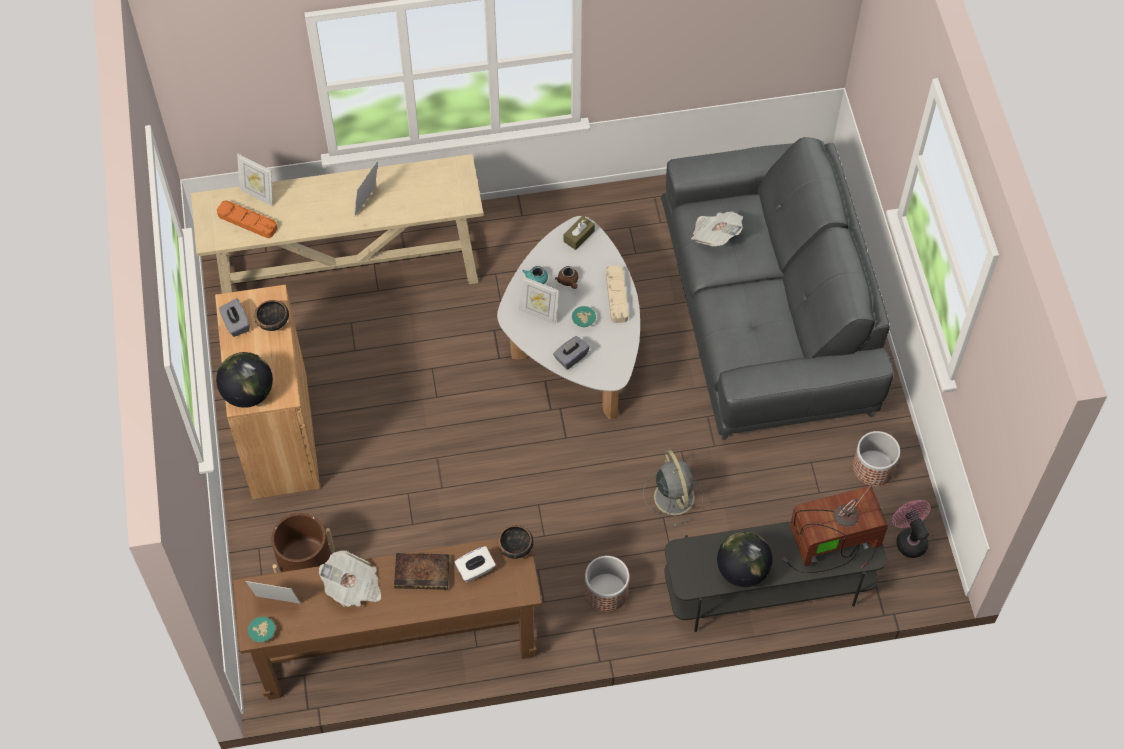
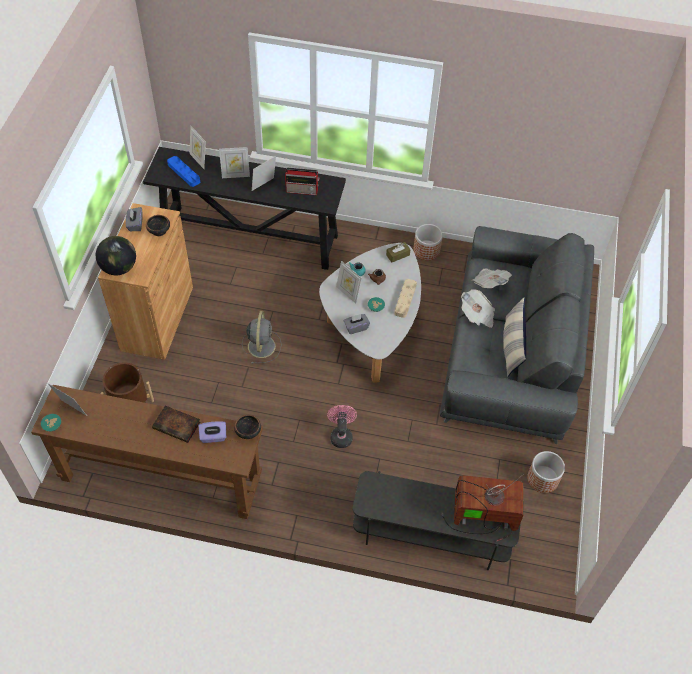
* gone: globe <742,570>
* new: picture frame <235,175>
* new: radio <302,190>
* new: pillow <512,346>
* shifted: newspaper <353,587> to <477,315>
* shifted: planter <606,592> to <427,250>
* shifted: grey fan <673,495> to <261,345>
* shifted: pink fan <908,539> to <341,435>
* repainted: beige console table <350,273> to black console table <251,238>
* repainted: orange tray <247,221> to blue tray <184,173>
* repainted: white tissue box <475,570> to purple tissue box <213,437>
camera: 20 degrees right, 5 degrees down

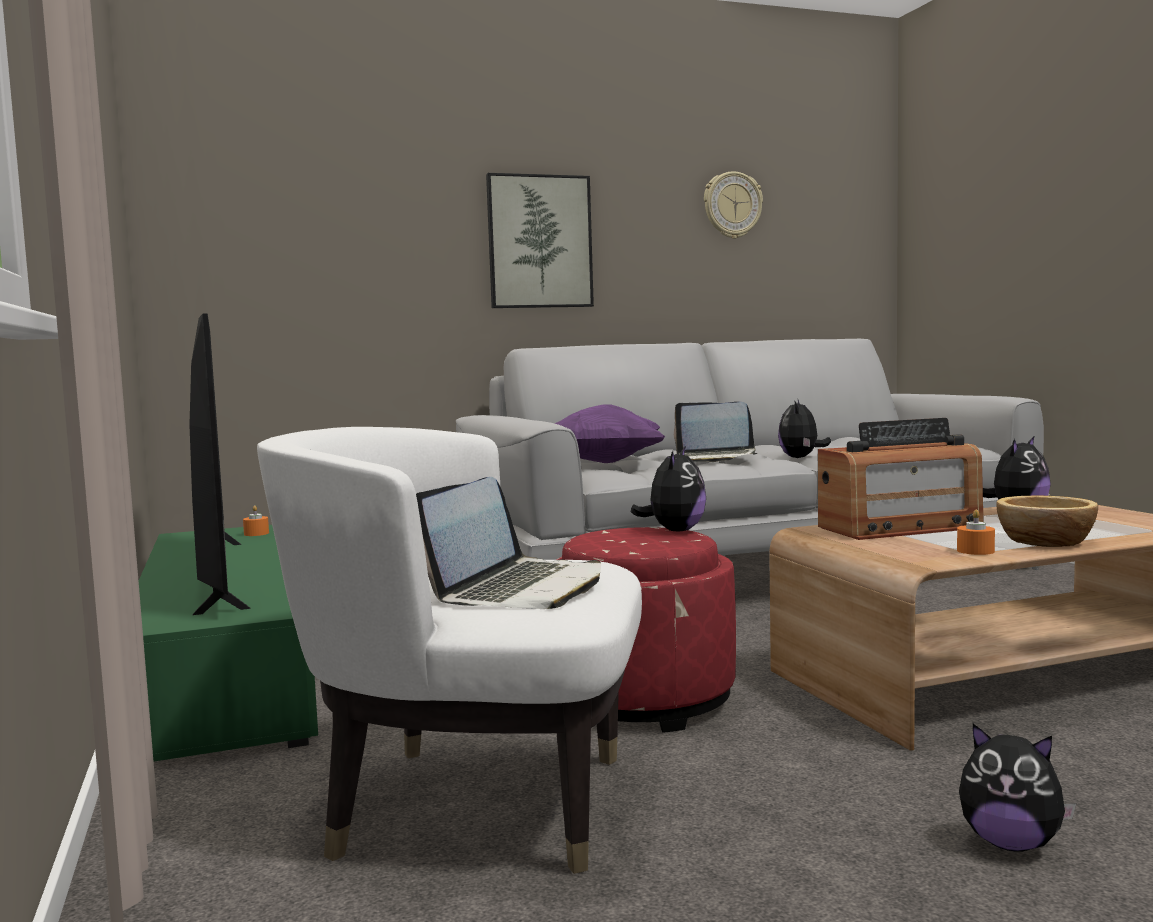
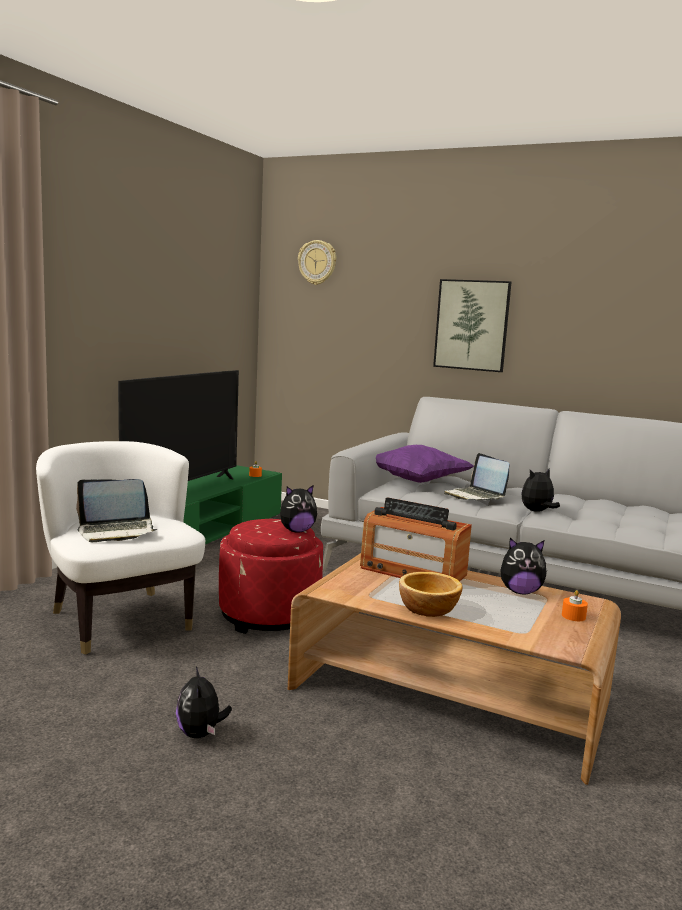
* shifted: wall clock <732,205> to <317,262>
* shifted: orange candle <975,551> to <573,616>
camera: 45 degrees right, 5 degrees up

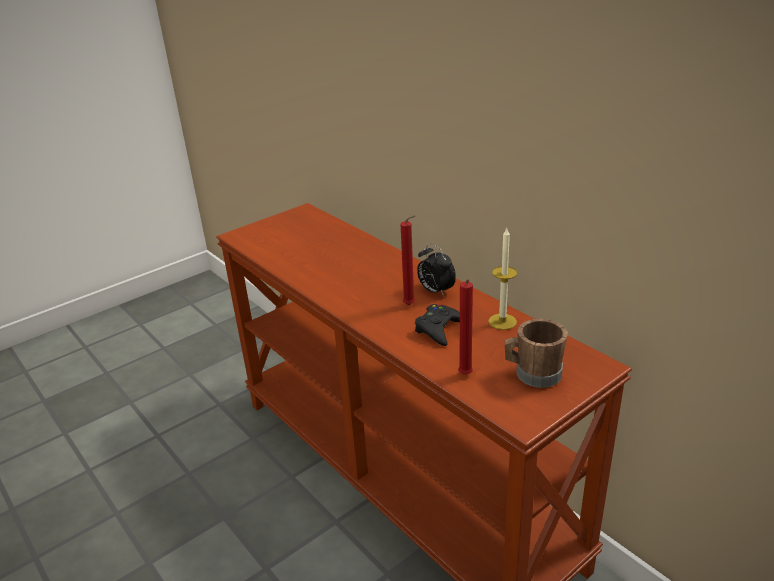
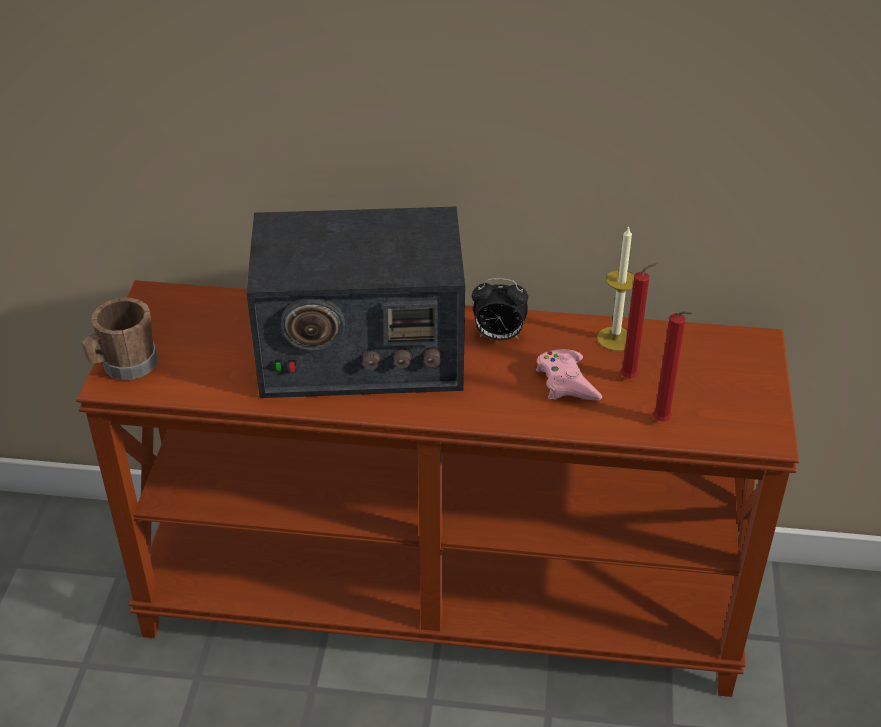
* new: radio <359,352>
* shifted: red candle <410,305> to <631,378>
* shifted: brown mug <533,374> to <124,366>
* repainted: black game controller <439,329> to pink game controller <566,382>
camera: 45 degrees left, 10 degrees up

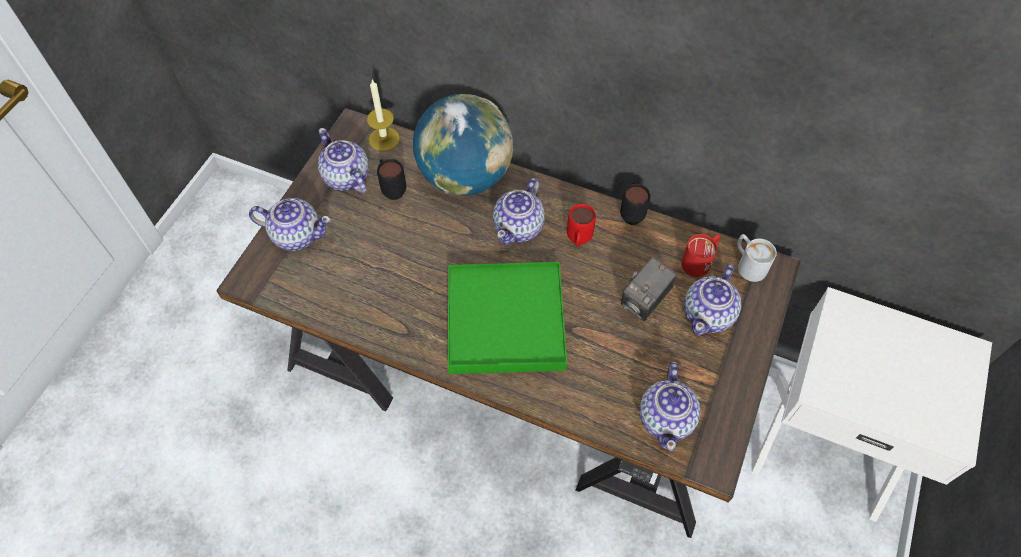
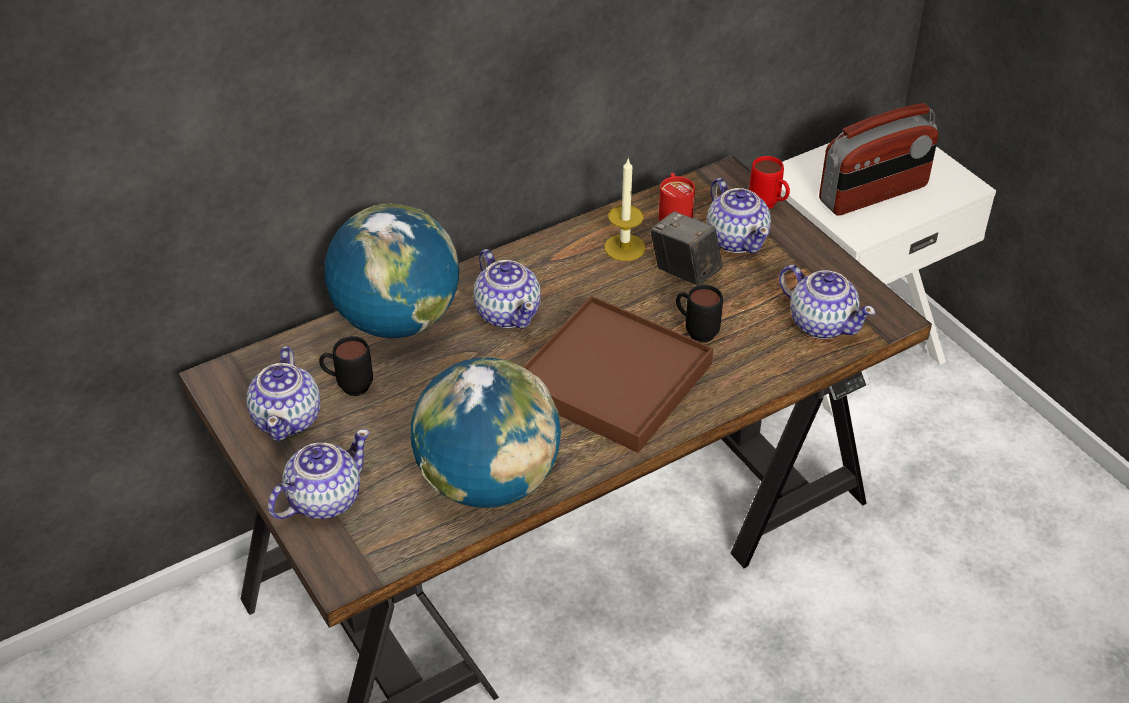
* gone: white mug <748,264>
* new: globe <488,482>
* new: radio <873,194>
* shifted: candle <384,139> to <624,247>
* shifted: red mug <578,242> to <768,206>
* shifted: black mug <631,213> to <695,331>
* repainted: green tray <506,321> to brown tray <614,379>
* rotated: teapot <346,178> = <288,418> 90 degrees counterclockwise
* rotated: photo camera <644,302> = <684,272> 150 degrees clockwise
camera: 55 degrees left, 15 degrees down

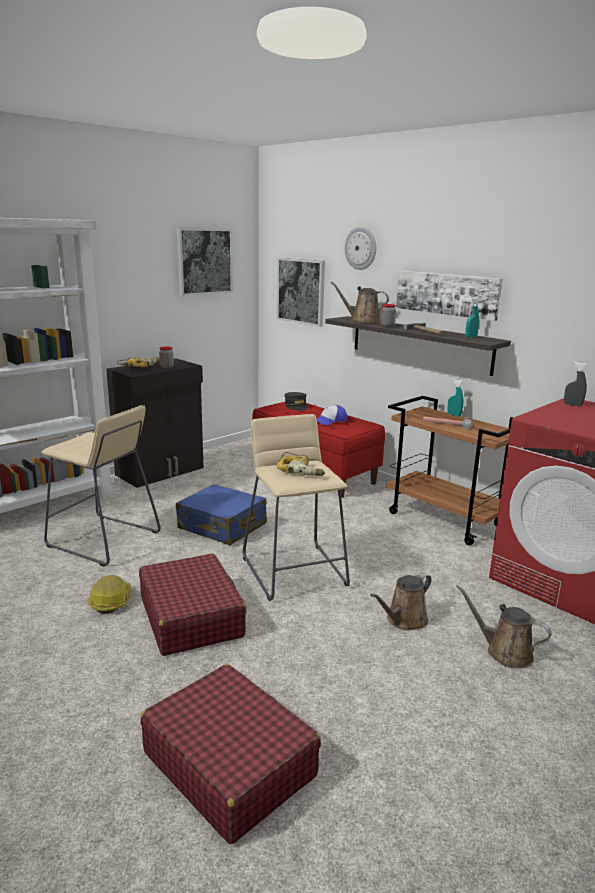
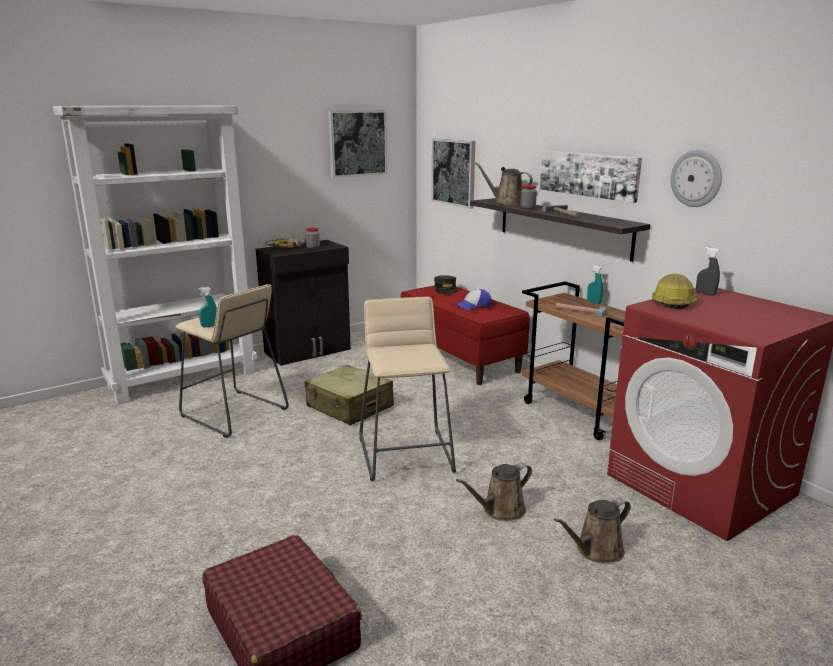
* gone: red suitcase <191,617>
* gone: power drill <302,470>
* shifted: hard hat <111,601> to <671,302>
* shifted: wall clock <361,248> to <696,178>
* shifted: turquoise spray bottle <471,337> to <209,326>
* repainted: blue suitcase <222,526> to beige suitcase <349,407>
* rotated: brown watering can <504,652> = <596,550> 75 degrees counterclockwise
camera: 10 degrees right, 0 degrees up

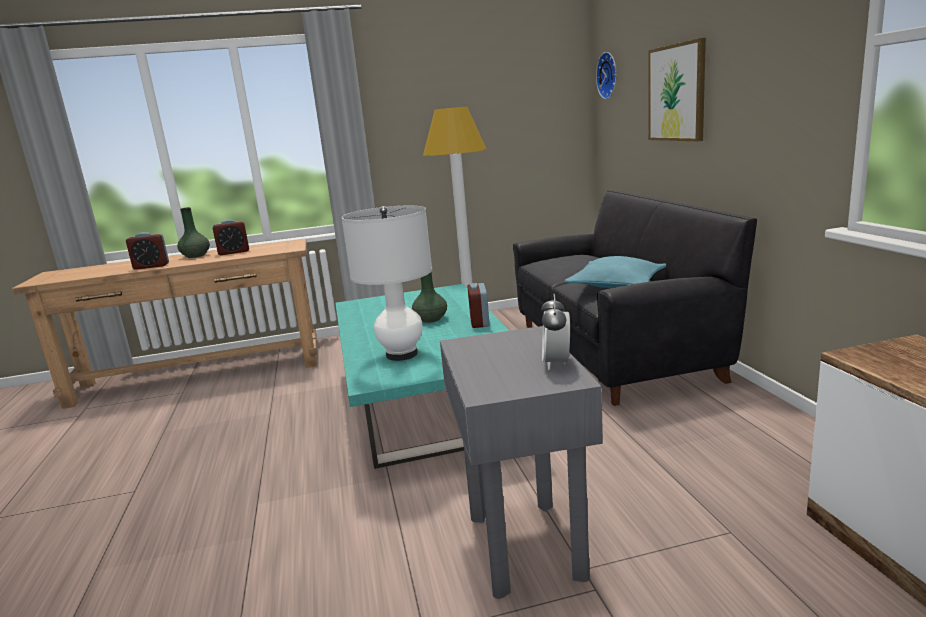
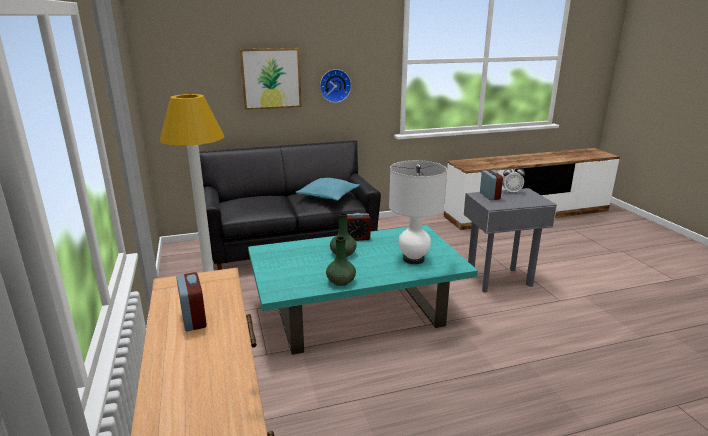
* shifted: alarm clock <151,266> to <489,196>
* shifted: green vase <196,256> to <340,281>
* shifted: wall clock <609,75> to <334,85>
camera: 95 degrees left, 5 degrees up

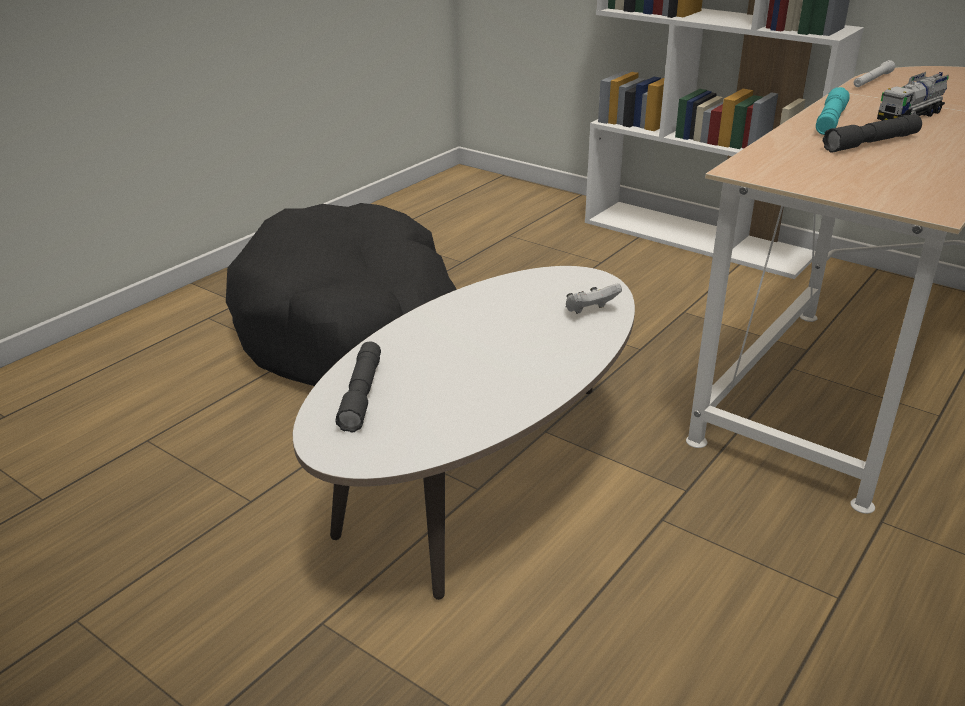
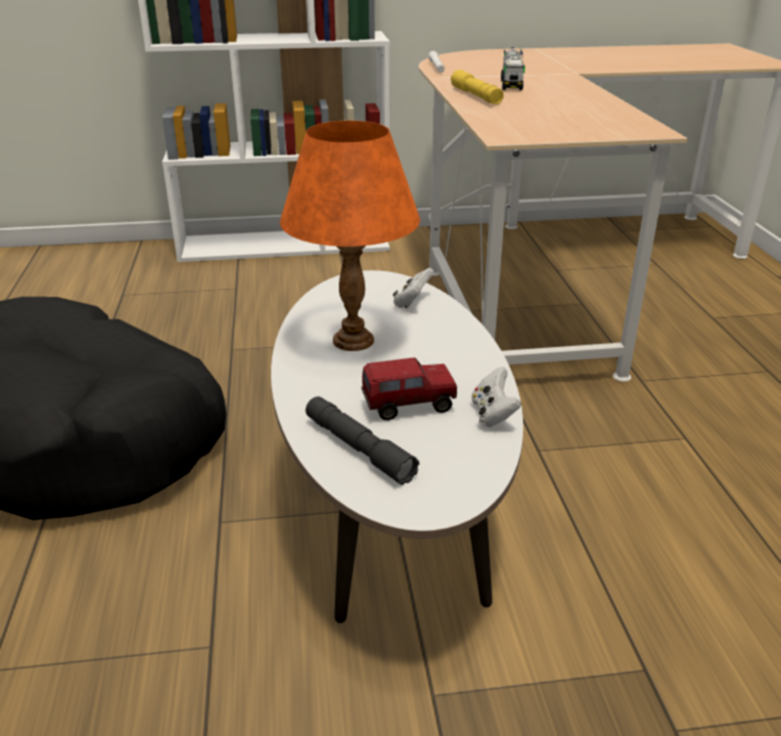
* gone: grey flashlight <871,143>
* new: orange table lamp <353,341>
* new: toy truck <408,407>
* new: white game controller <493,414>
* repainted: turquoise flashlight <830,121> to yellow flashlight <476,96>
camera: 45 degrees left, 0 degrees up

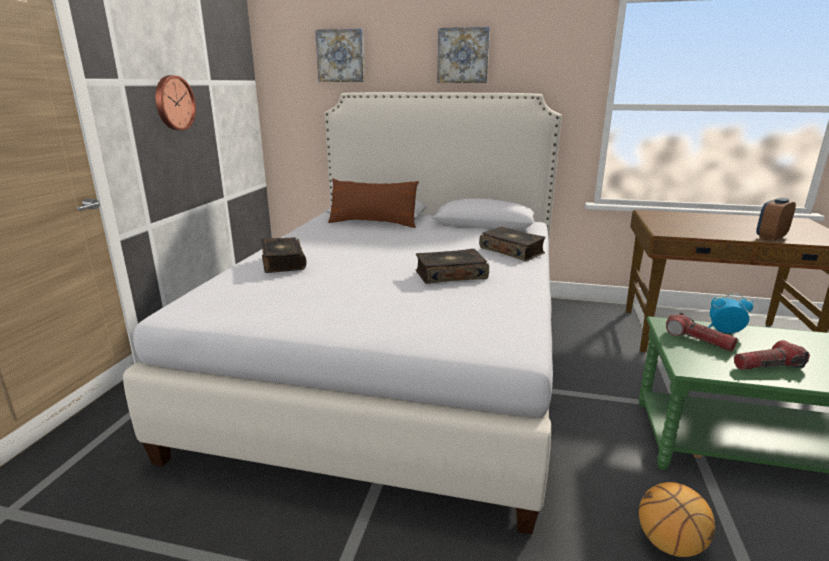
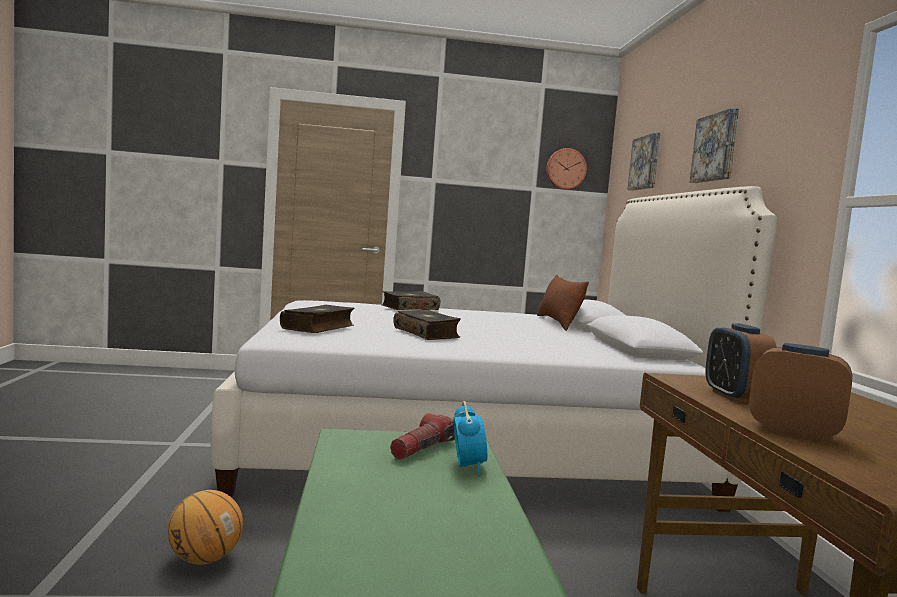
* gone: flashlight <767,366>
* new: alarm clock <734,397>
* shifted: wall clock <173,103> to <565,169>
* shifted: book <512,251> to <319,327>
camera: 70 degrees right, 15 degrees down

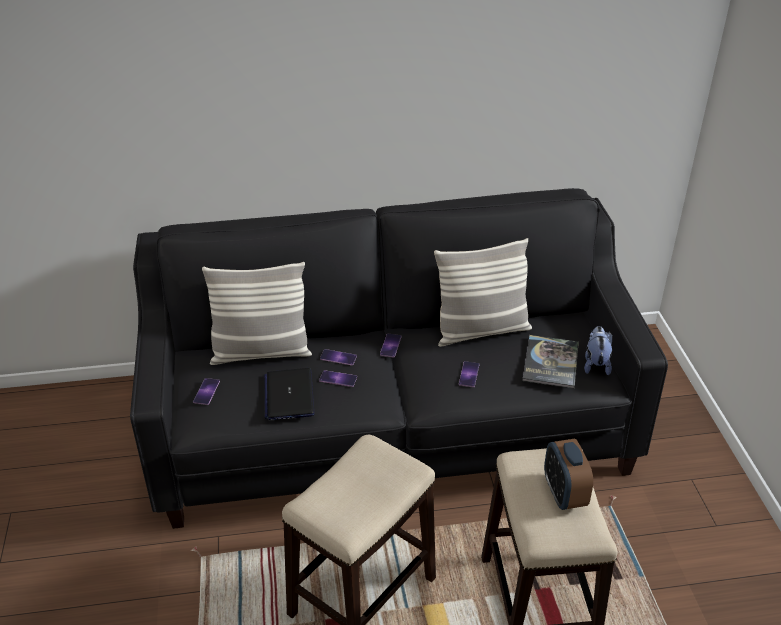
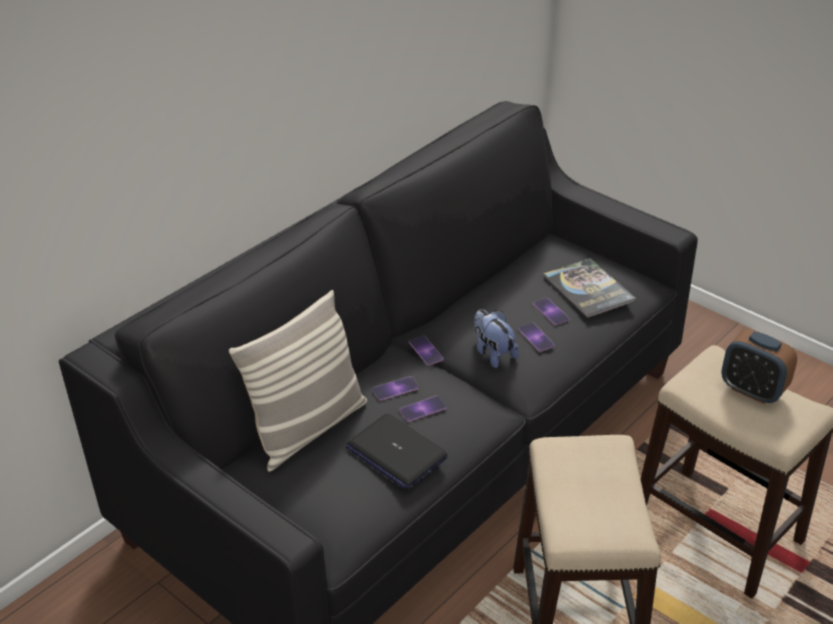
* gone: pillow <481,331>
* shifted: phone <206,391> to <550,311>
* shifted: plush toy <596,364> to <493,353>
camera: 40 degrees left, 0 degrees up

